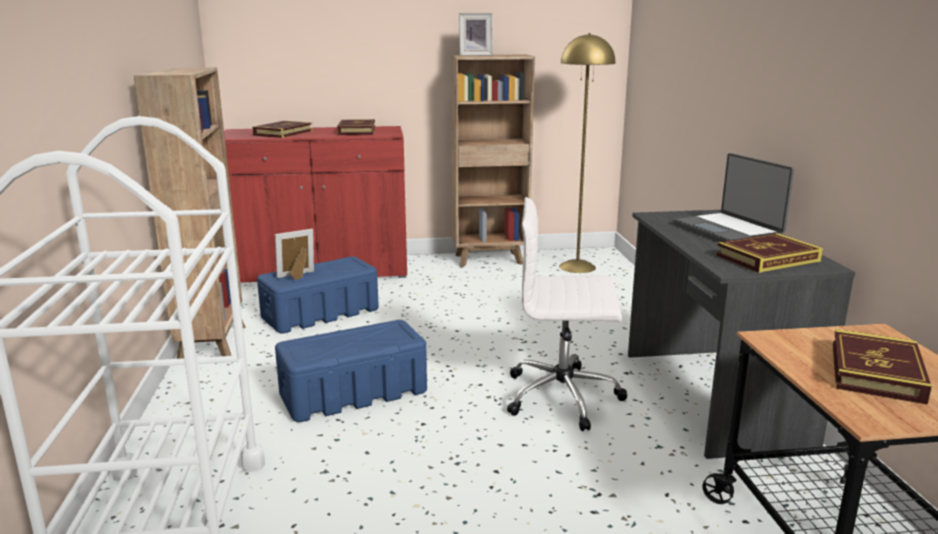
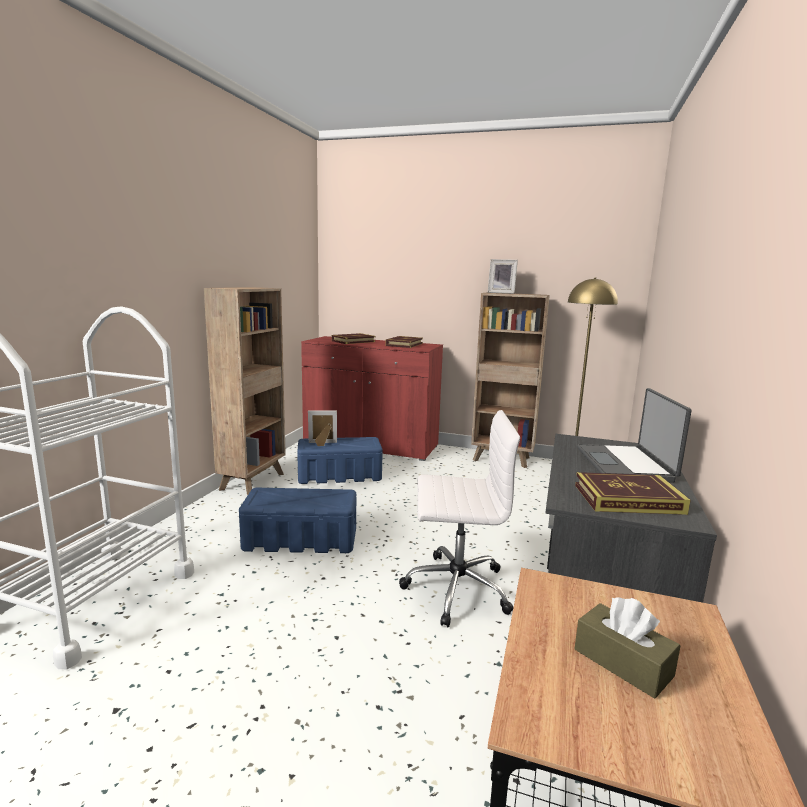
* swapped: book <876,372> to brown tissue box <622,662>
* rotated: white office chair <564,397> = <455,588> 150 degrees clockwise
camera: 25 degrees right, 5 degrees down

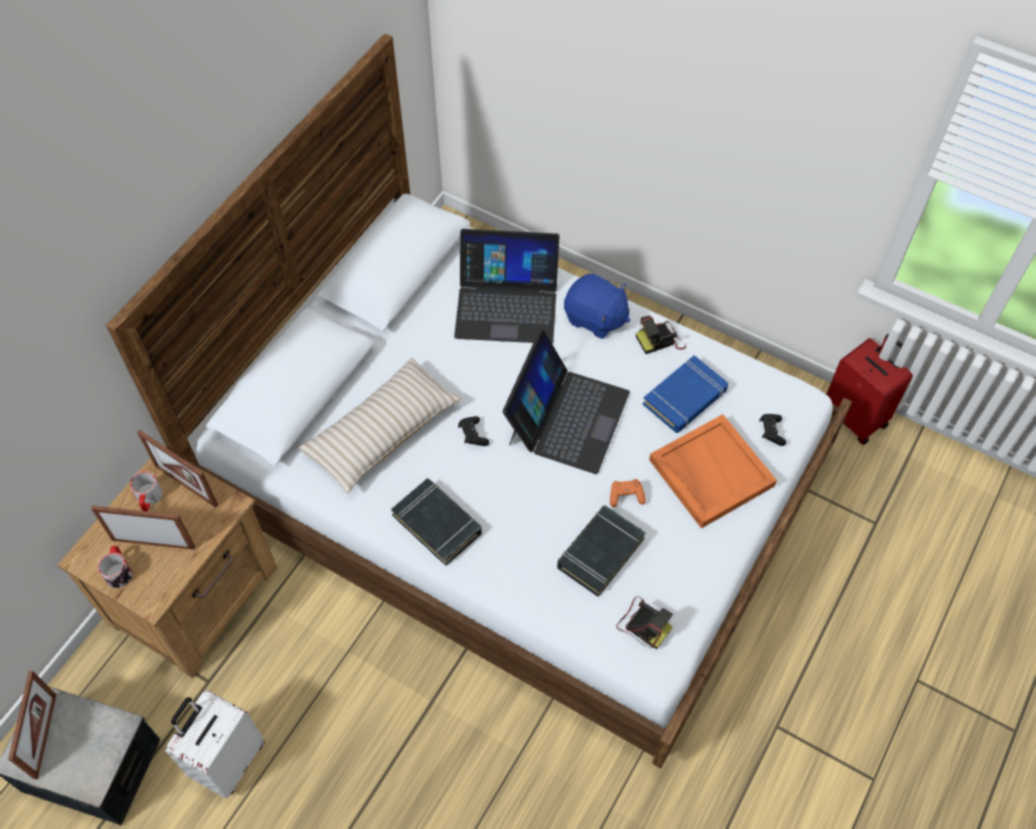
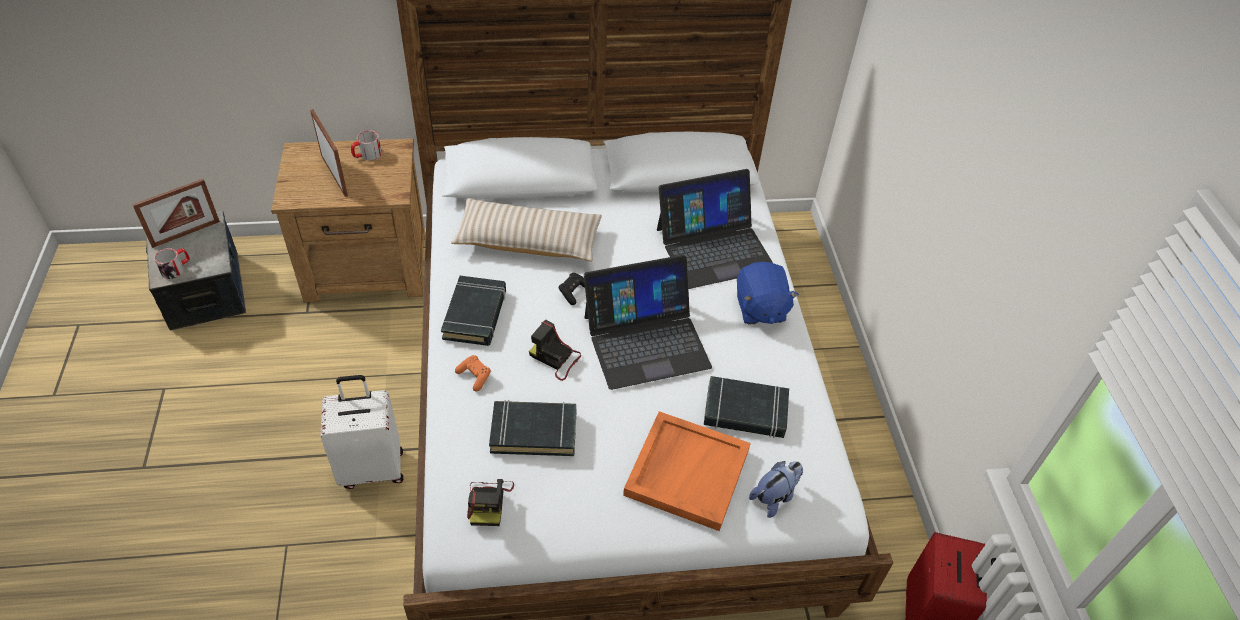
* gone: picture frame <186,485>
* shifted: mug <119,570> to <176,269>
* shifted: white suitcase <228,760> to <372,468>
* shifted: orange game controller <626,496> to <474,376>
* shifted: photo camera <660,339> to <555,358>
* swapped: black game controller <771,432> to plush toy <774,497>
* repainted: blue book <685,398> to black book <745,412>
* rotated: laptop <507,303> = <714,248> 75 degrees counterclockwise
camera: 50 degrees right, 10 degrees down

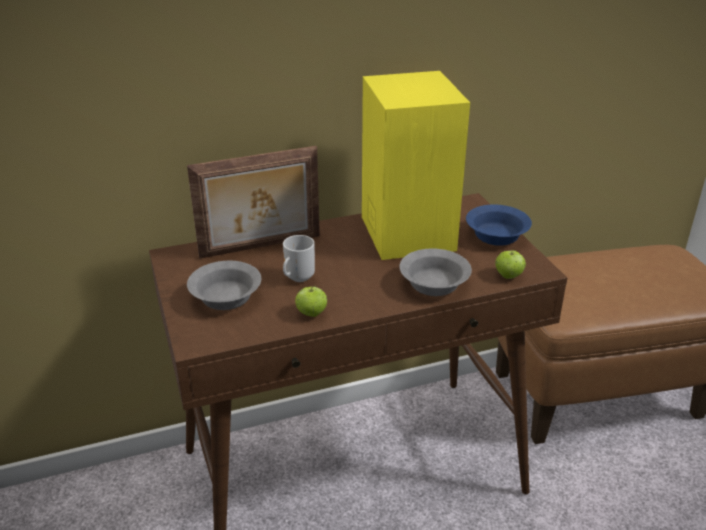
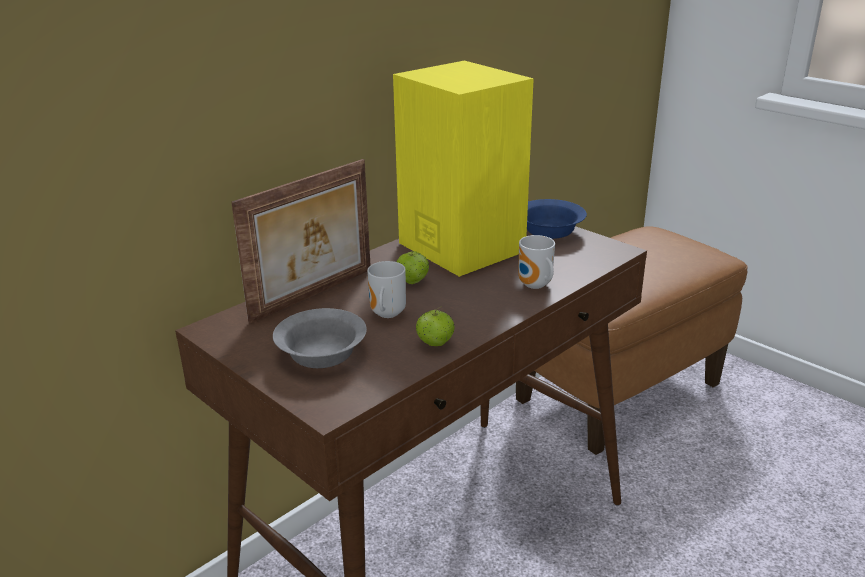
* shifted: apple <508,276> to <412,281>
* swapped: grey bowl <434,285> to mug <535,286>
camera: 25 degrees left, 5 degrees down

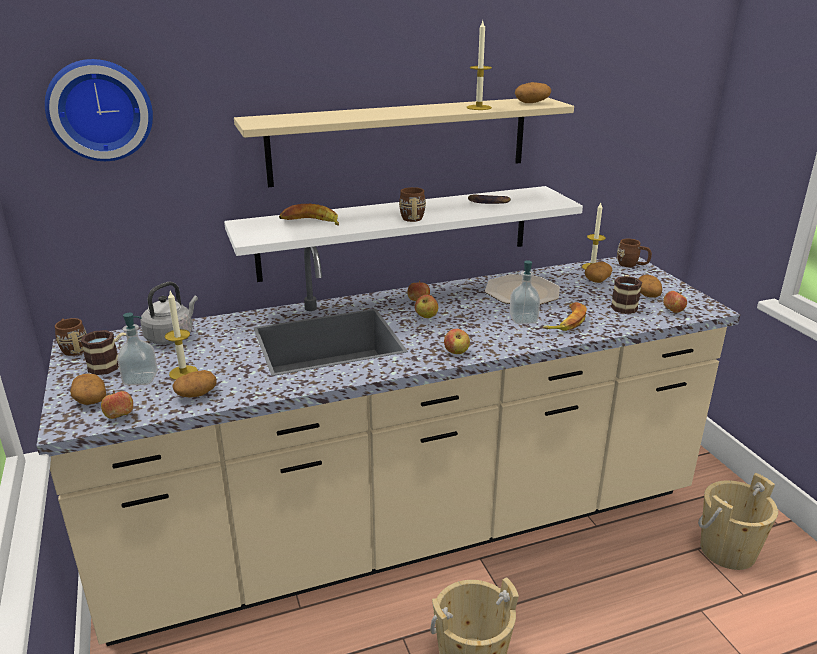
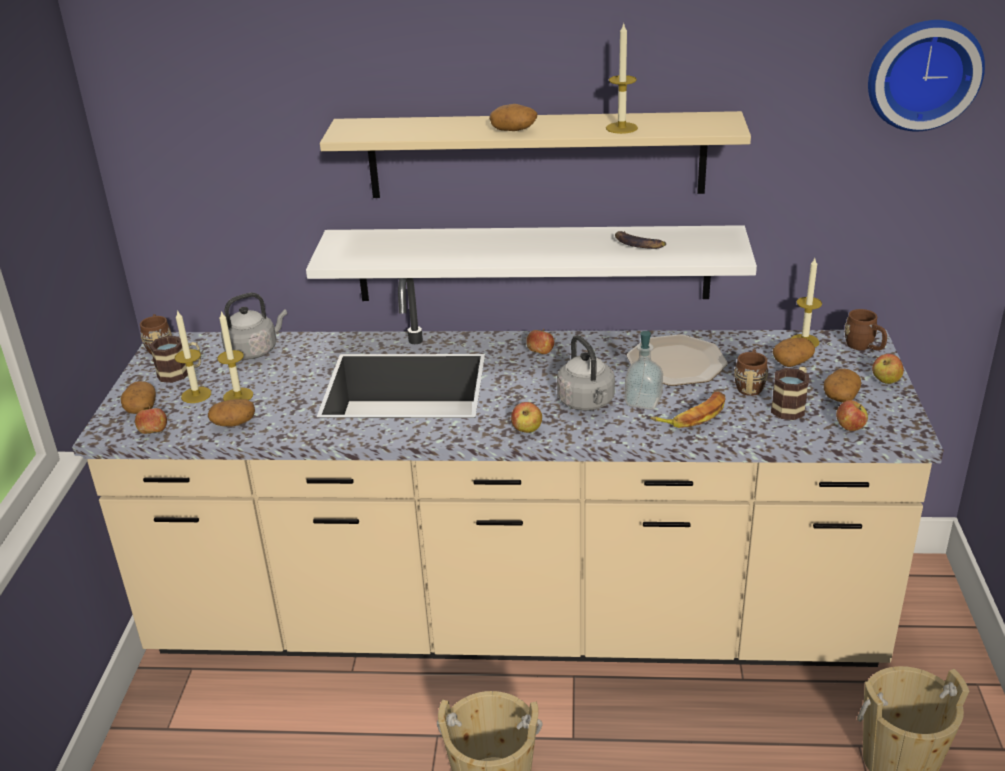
* gone: banana <311,222>
* new: grey kettle <587,403>
* shifted: wall clock <100,109> to <922,73>
* shifted: brown mug <411,216> to <750,385>
* shifted: apple <426,316> to <885,381>
* shifted: potato <532,102> to <514,130>
* swapped: soap dispenser <140,379> to candle <196,395>
camera: 25 degrees right, 5 degrees up

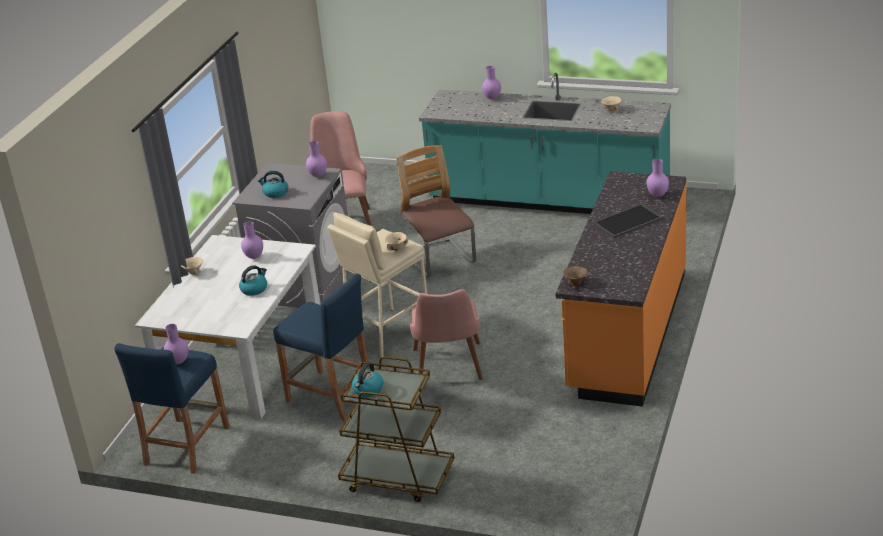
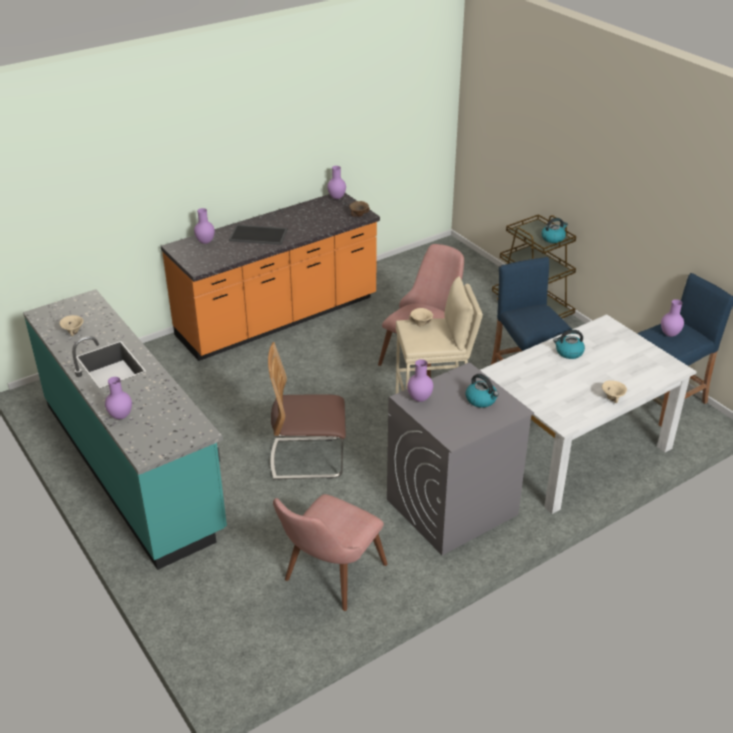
* shifted: purple vase <254,257> to <336,197>
* rotated: chair <439,259> = <308,459> 75 degrees clockwise
camera: 145 degrees left, 5 degrees up

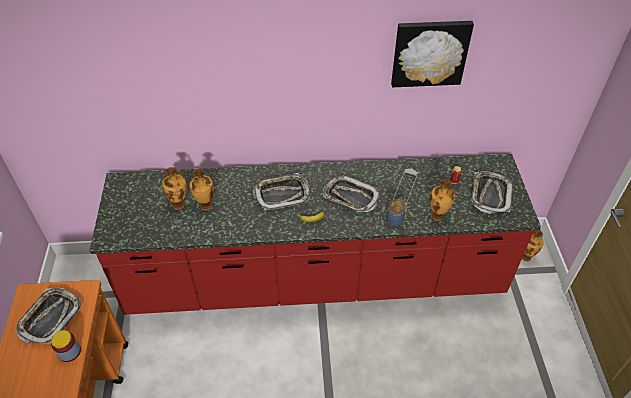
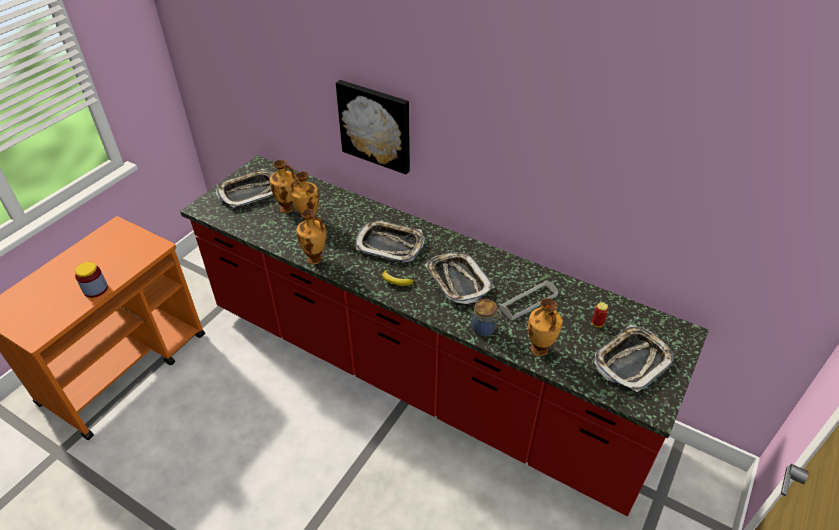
* shifted: tray <50,318> to <250,192>
* shifted: picture <429,52> to <376,125>
* shifted: vase <526,257> to <315,259>
camera: 35 degrees right, 5 degrees down

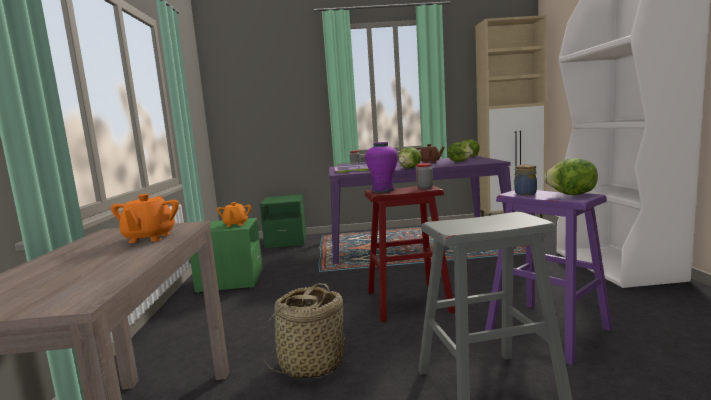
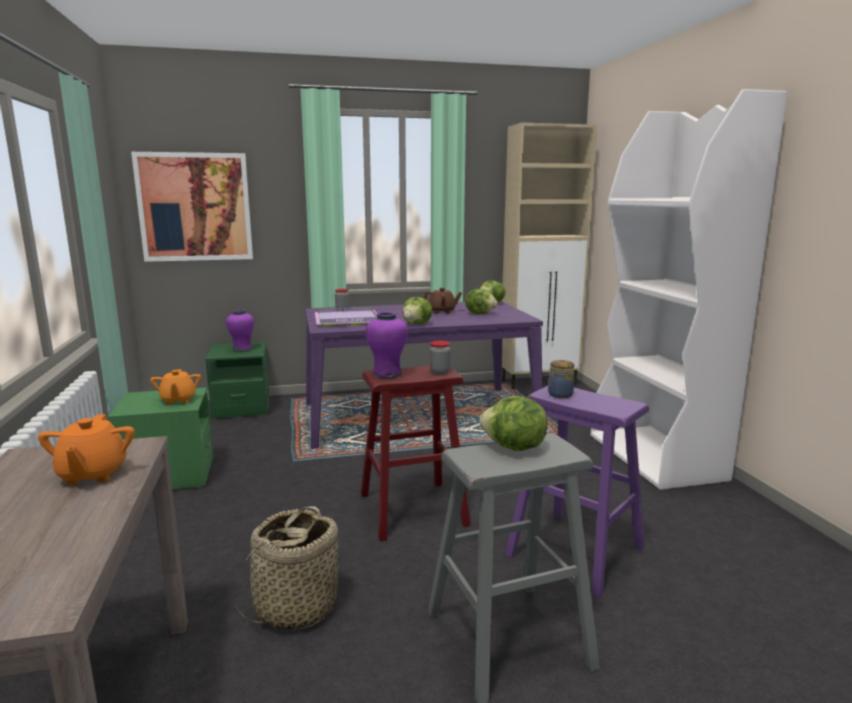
* new: picture <195,207>
* new: purple vase <242,349>
* shifted: lettuce <571,195> to <514,448>
camera: 10 degrees left, 5 degrees up

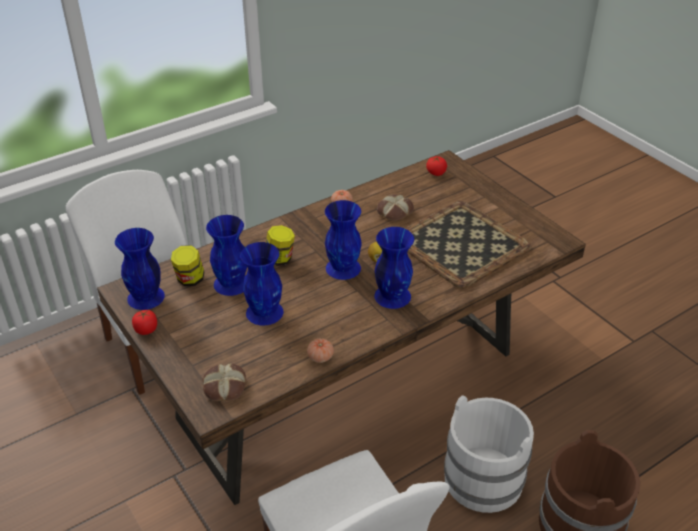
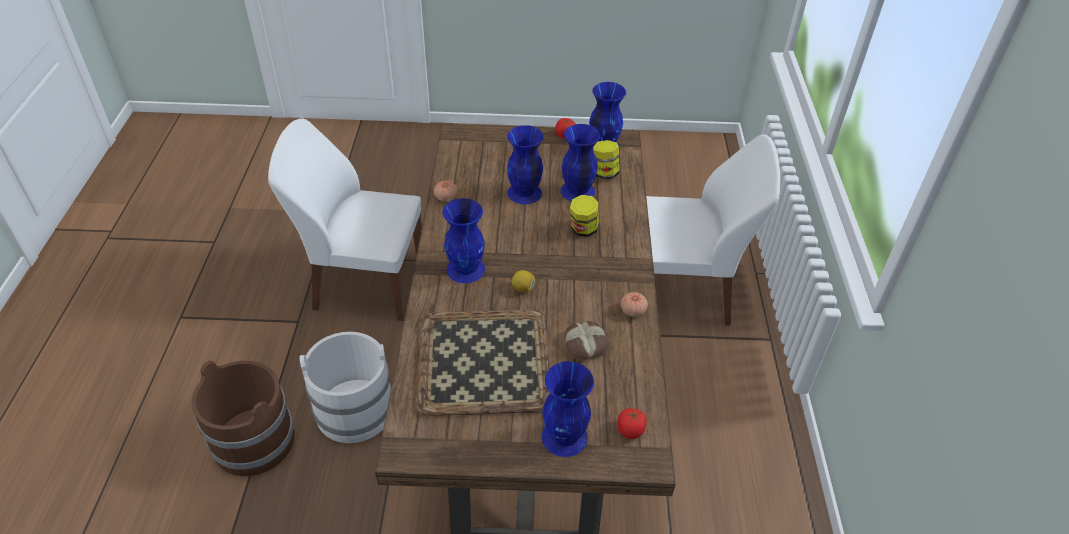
* gone: bread <224,386>
* shifted: blue vase <343,267> to <564,437>
camera: 125 degrees right, 5 degrees up

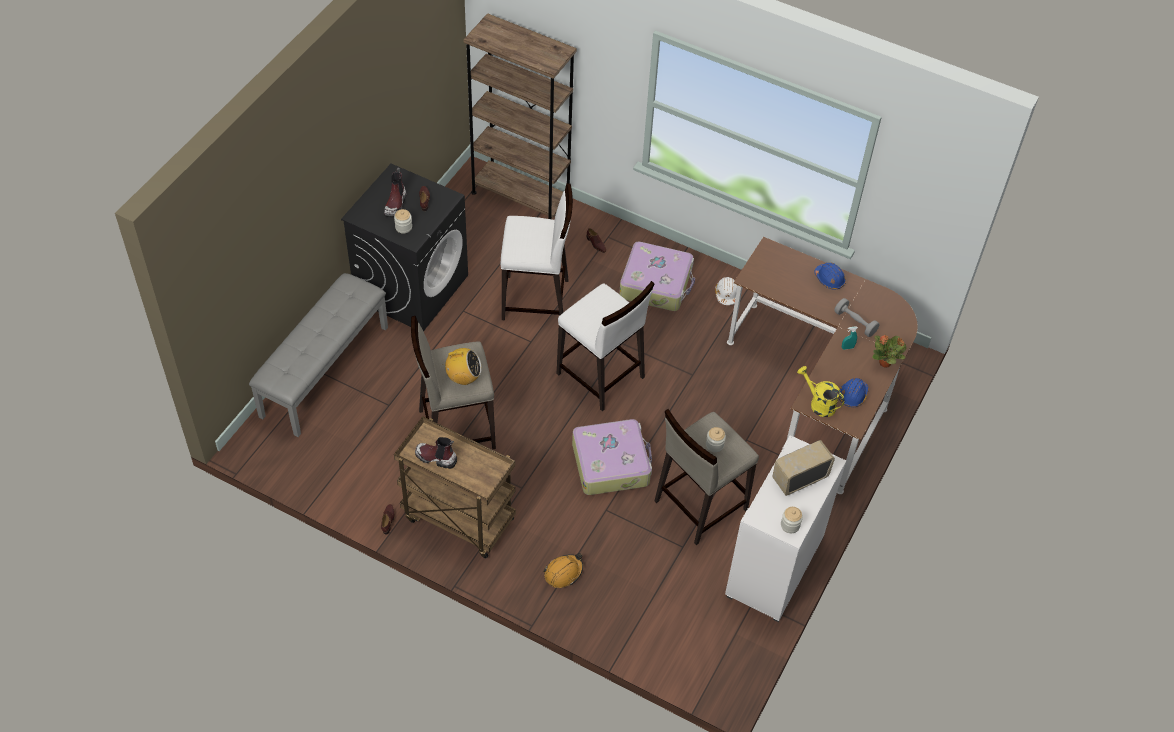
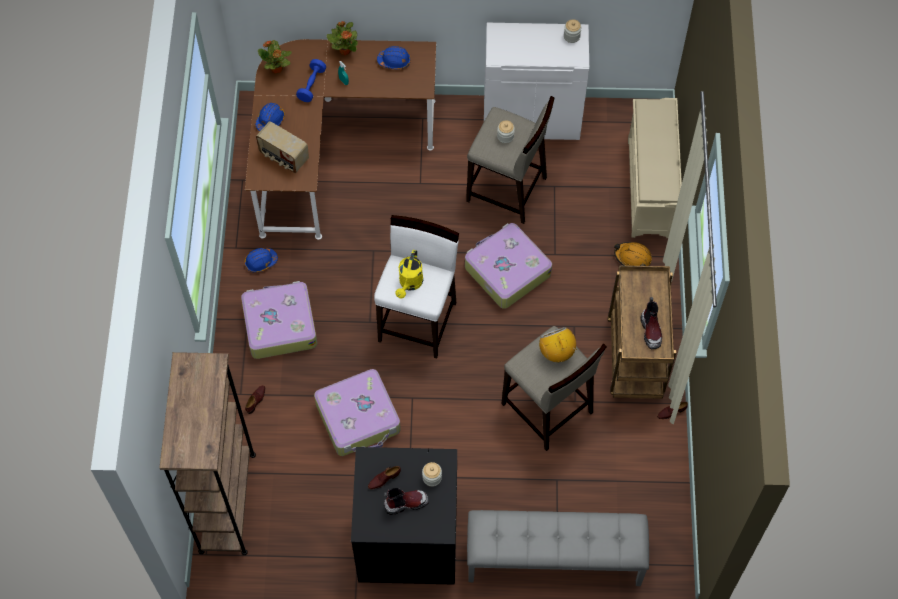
* new: potted plant <276,69>
* new: beige shoe rack <650,189>
* shifted: radio <799,478> to <283,157>
* shifted: yellow watering can <818,403> to <409,284>
* swapped: white stool <536,300> to suitcase <359,418>
* repainted: white hard hat <726,294> to blue hard hat <260,262>
* repainted: grey dumbbell <855,323> to blue dumbbell <312,85>
camera: 115 degrees left, 10 degrees up

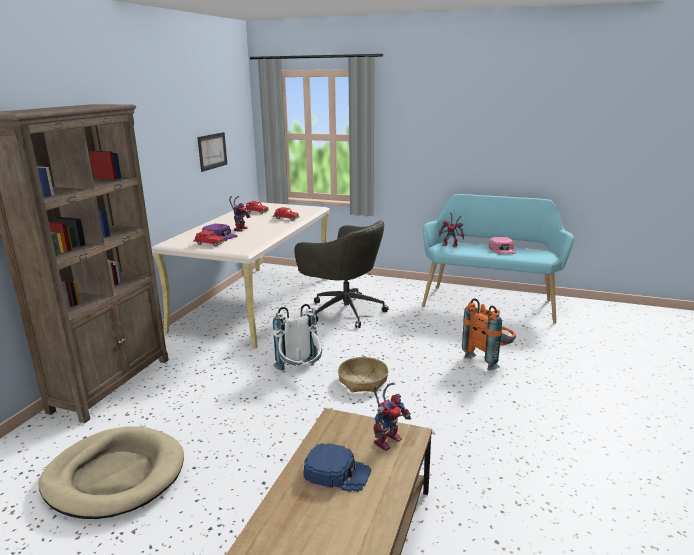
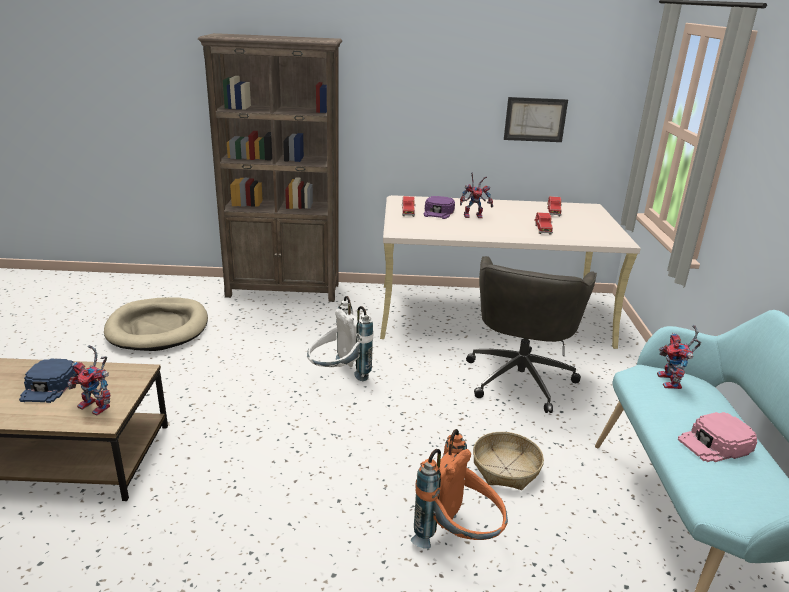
* shifted: basket <363,381> to <505,468>
camera: 70 degrees right, 5 degrees up

